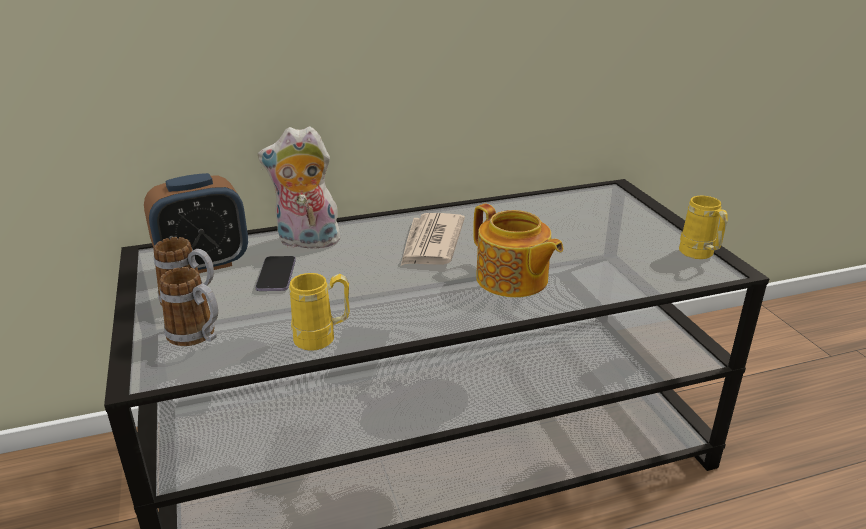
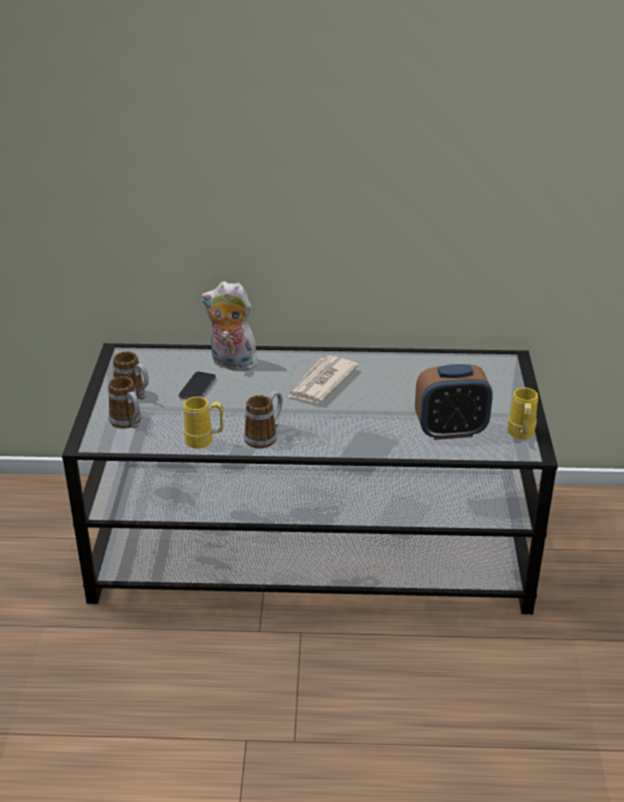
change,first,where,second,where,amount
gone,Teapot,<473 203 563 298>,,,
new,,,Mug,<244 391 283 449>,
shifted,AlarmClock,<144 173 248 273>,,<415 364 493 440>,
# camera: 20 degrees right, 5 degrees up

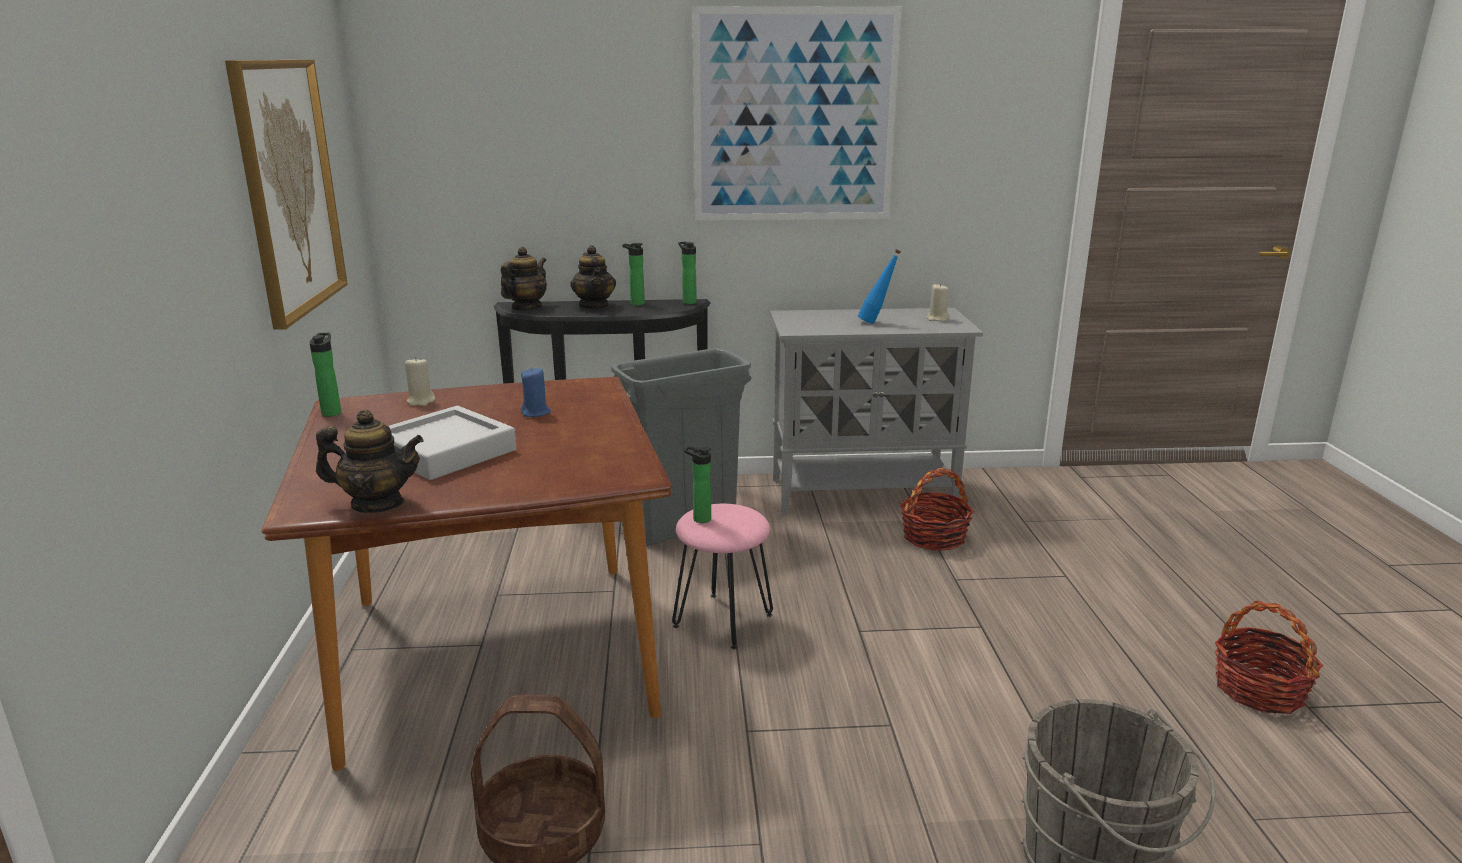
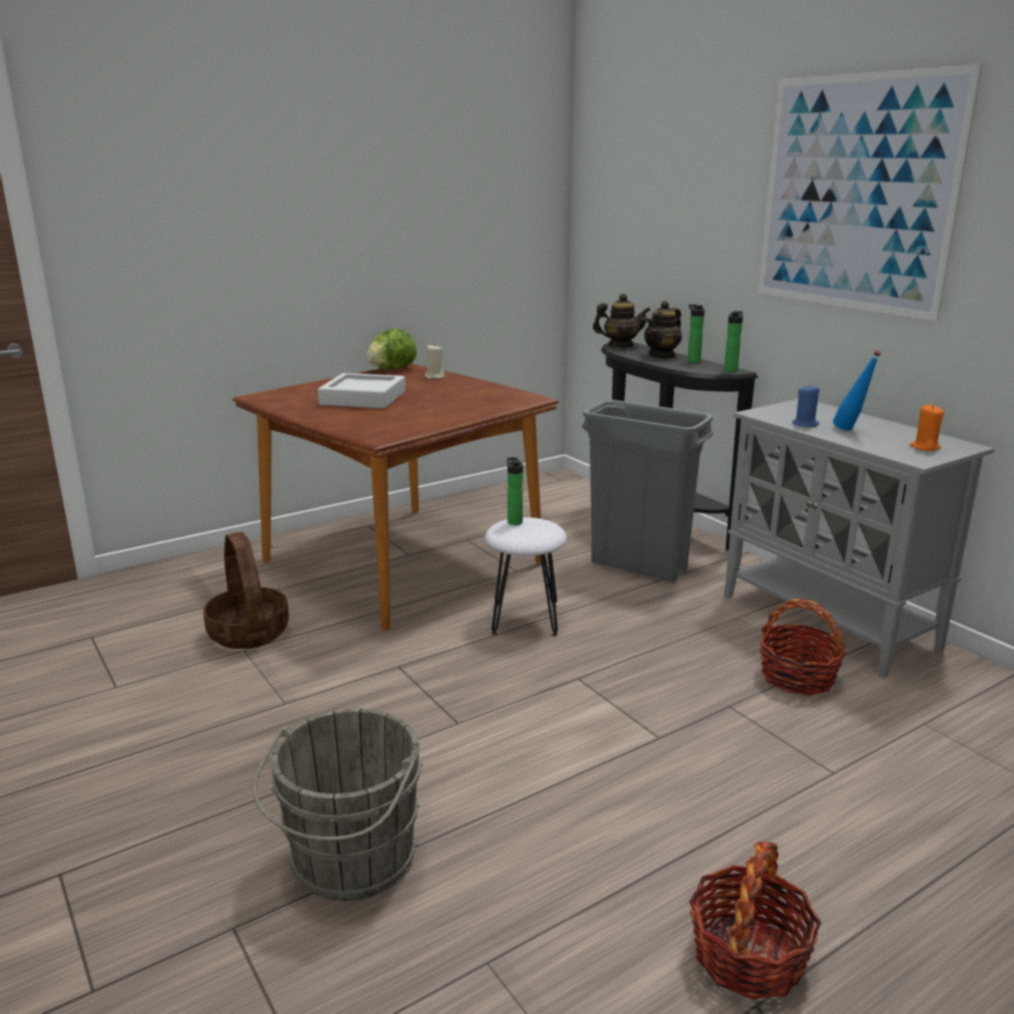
change,first,where,second,where,amount
gone,Picture,<225 60 348 330>,,,
gone,Teapot,<316 409 424 513>,,,
shifted,BlueCandle,<521 367 551 417>,,<792 384 819 427>,
swapped,Bottle,<309 333 341 417>,Lettuce,<367 329 417 369>,
repainted,PinkStool,<672 504 773 649>,WhiteStool,<485 517 567 636>,
repainted,BeigeCandle,<926 283 949 321>,OrangeCandle,<909 404 944 451>,
# camera: 60 degrees right, 0 degrees up

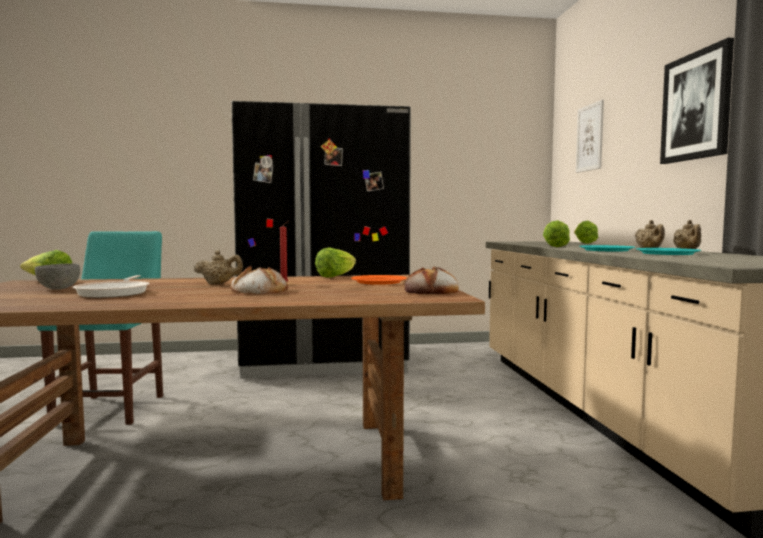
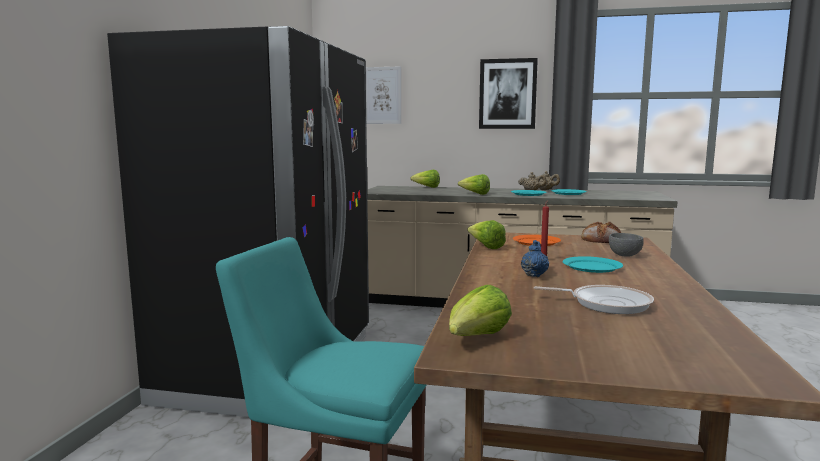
change,first,where,second,where,amount
shifted,GreyBowl,<35 263 80 290>,,<609 233 644 257>,
swapped,Bread,<231 265 288 294>,TurquoisePlate,<563 256 623 273>,
repainted,BeigeTeapot,<194 250 243 284>,BlueTeapot,<521 240 549 277>,
# camera: 70 degrees left, 5 degrees up

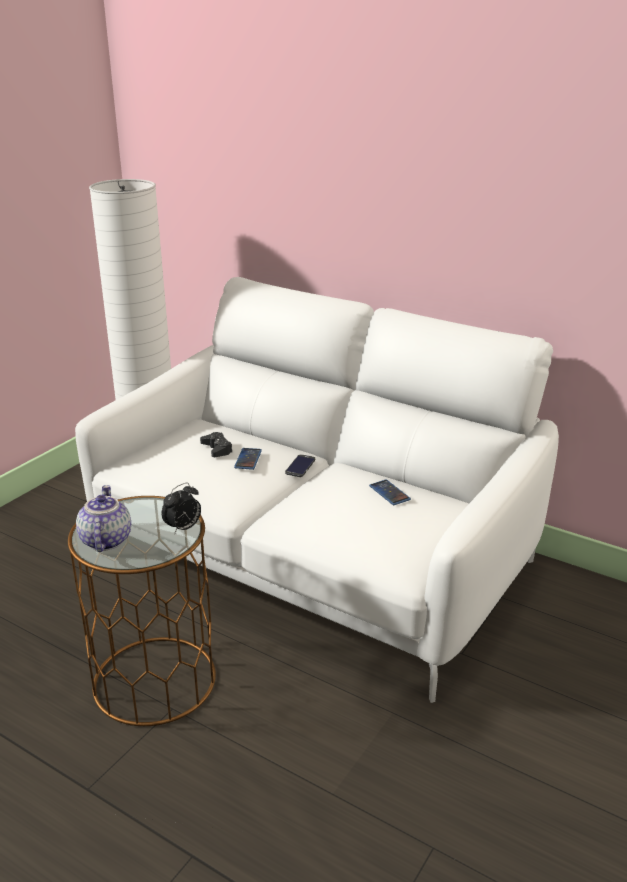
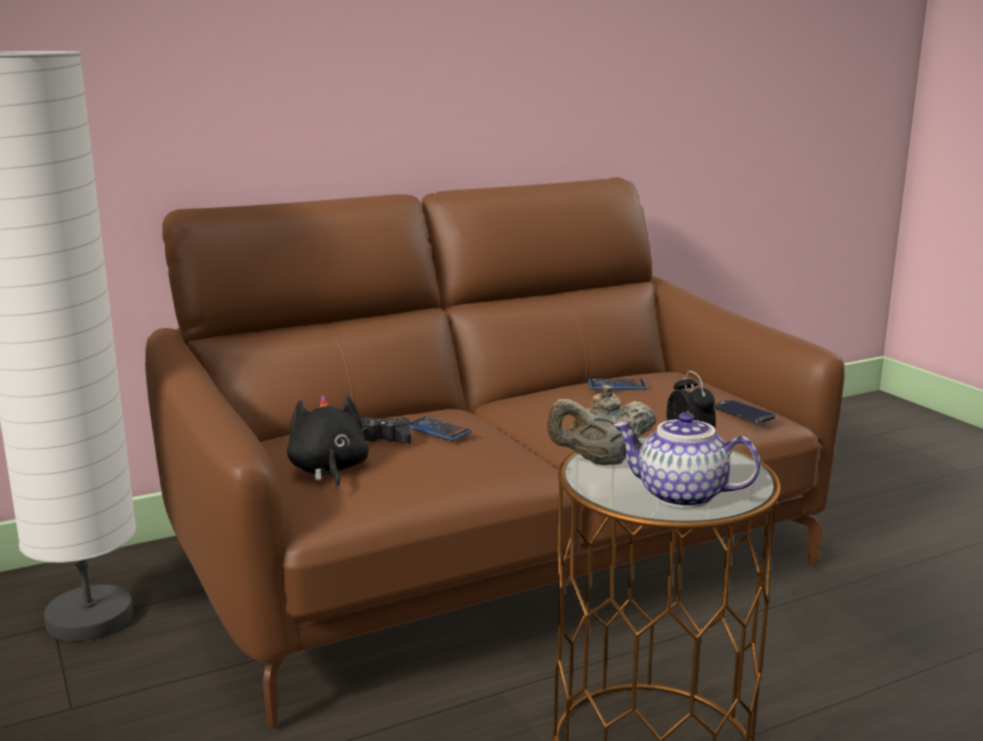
change,first,where,second,where,amount
new,,,BlackPlushToy,<287 396 369 490>,
new,,,BeigeTeapot,<547 385 656 465>,
shifted,Phone,<285 454 315 477>,,<713 399 775 423>,
repainted,WhiteSofa,<75 277 559 703>,BrownSofa,<145 177 844 728>,
# camera: 60 degrees left, 10 degrees down

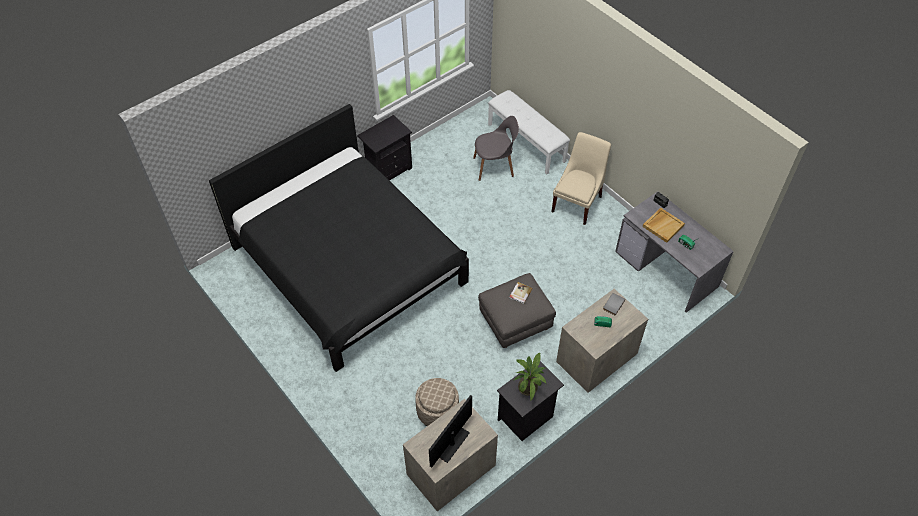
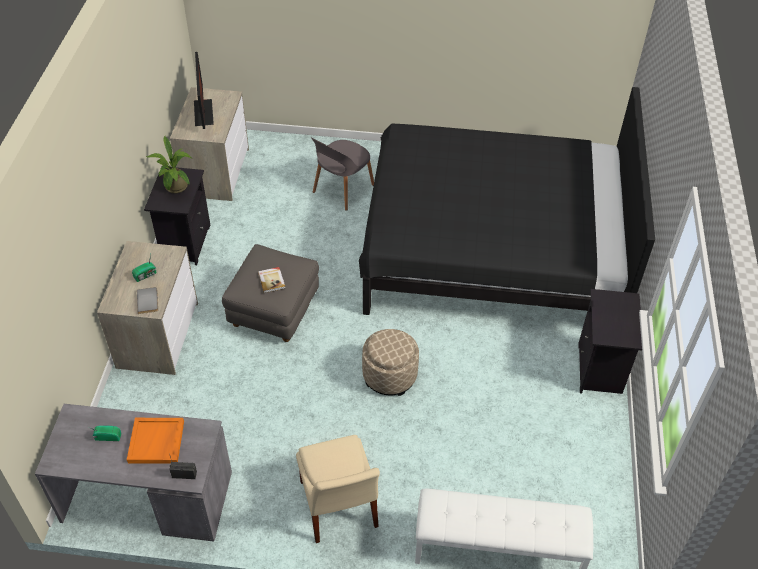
change,first,where,second,where,amount
shifted,BeigeOttoman,<415 378 459 426>,,<362 329 419 396>,
shifted,GreyChair,<473 116 519 181>,,<311 137 374 211>,
repainted,BeigeTray,<642 208 685 243>,OrangeTray,<127 418 184 464>,
# camera: 135 degrees right, 5 degrees down

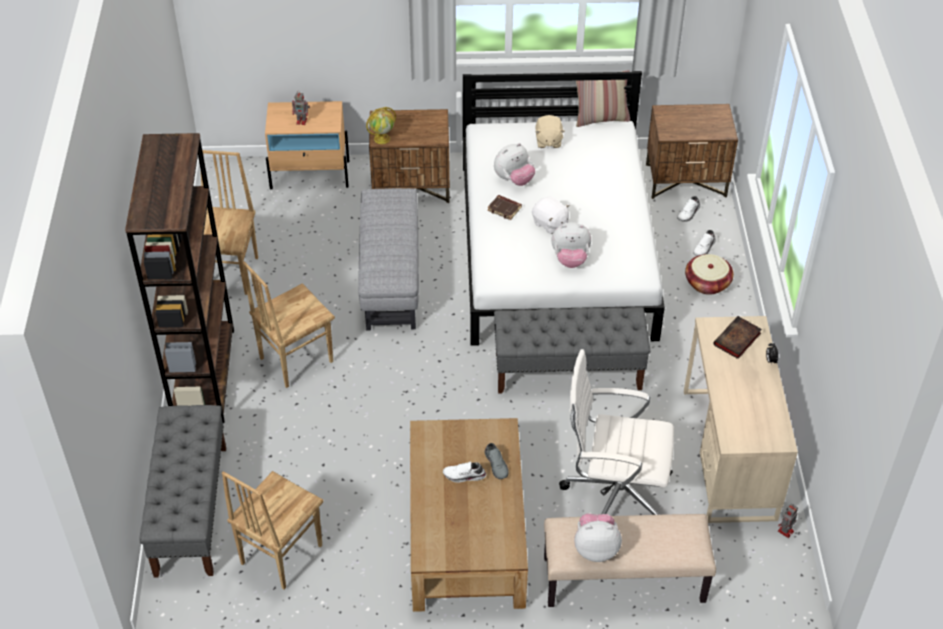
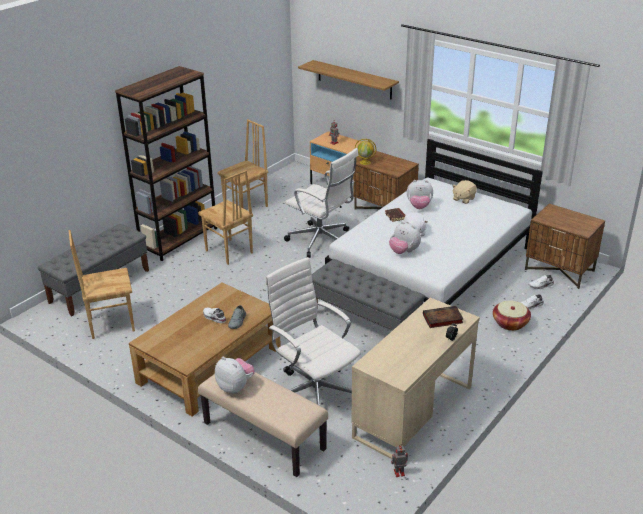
change,first,where,second,where,amount
gone,Pillow,<576 70 630 127>,,,
new,,,Shelf,<298 60 399 99>,
swapped,GreyOttoman,<358 188 419 330>,WhiteOfficeChair,<284 148 358 258>,
rotated,BrownChair,<243 261 335 388>,,<198 170 253 265>,135 degrees counterclockwise
# camera: 40 degrees right, 15 degrees down

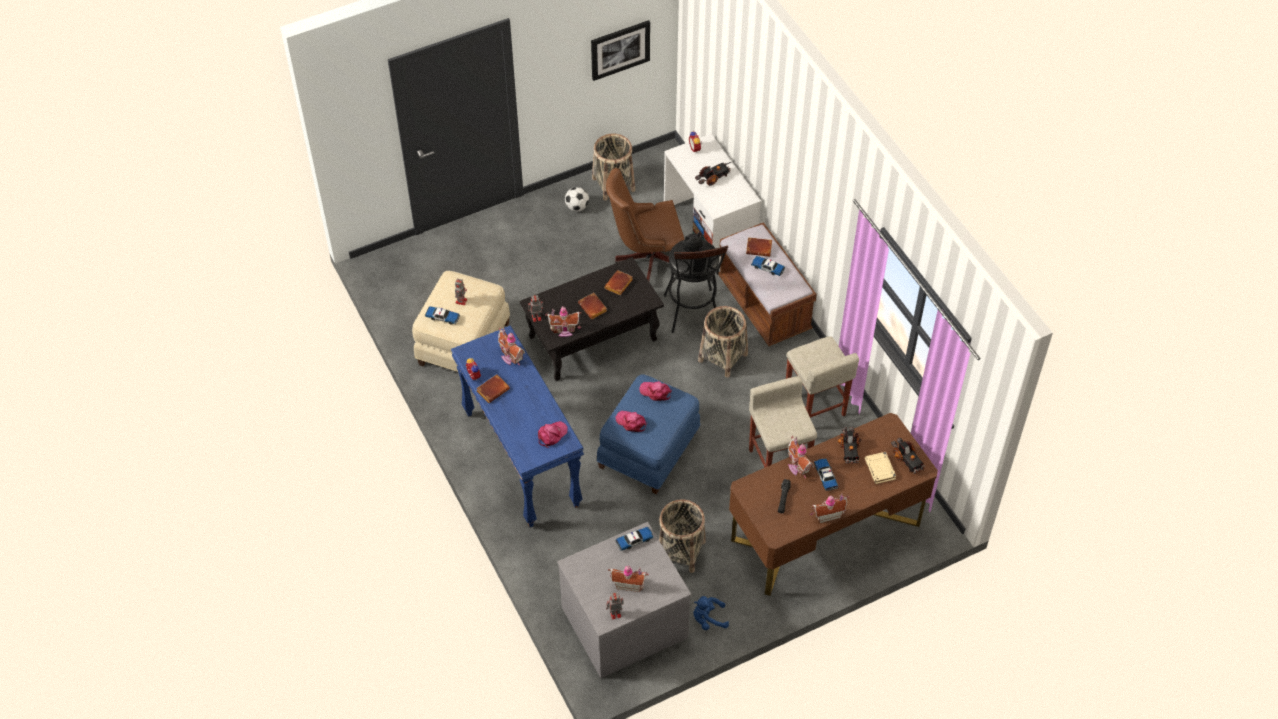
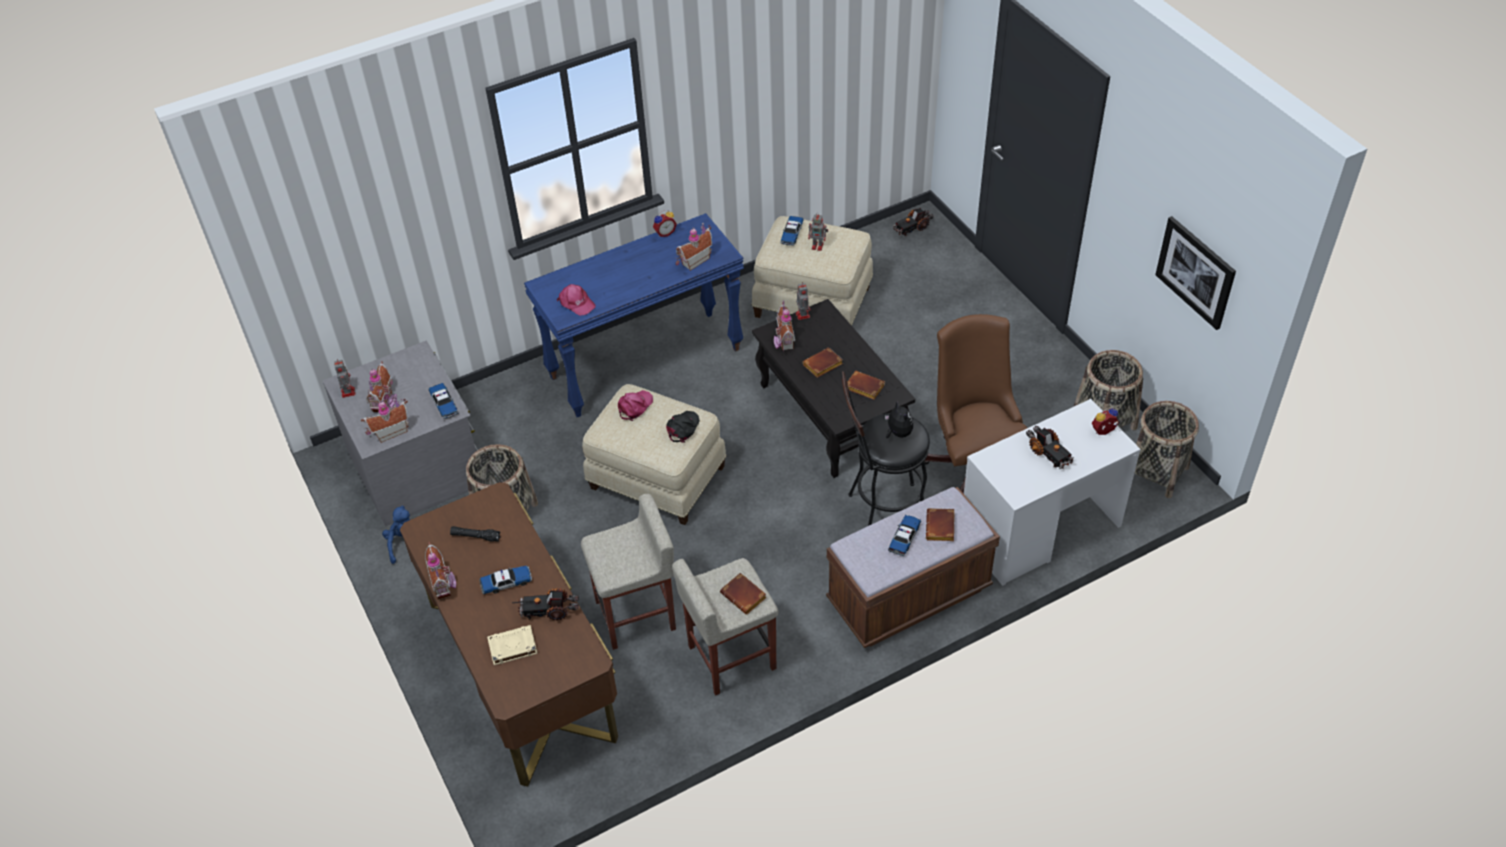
change,first,where,second,where,amount
gone,Football,<565 187 589 211>,,,
shifted,BrownBook,<476 374 510 403>,,<720 573 767 615>,
shifted,Basket,<698 306 748 378>,,<1134 401 1199 498>,
shifted,ToyHouse,<788 436 814 478>,,<361 397 409 443>,
shifted,ToyTruck,<891 438 925 474>,,<893 208 934 236>,
repainted,BlueOttoman,<597 375 700 494>,BeigeOttoman,<582 384 727 525>,
repainted,PinkCap,<639 381 672 401>,BlackCap,<666 411 700 443>,
# camera: 90 degrees right, 5 degrees down

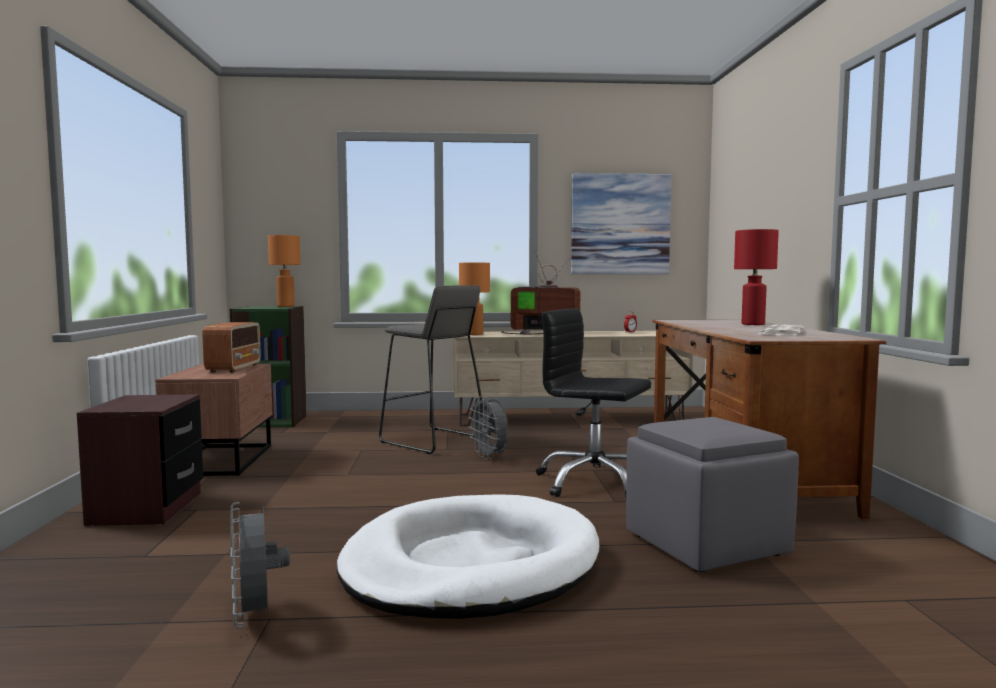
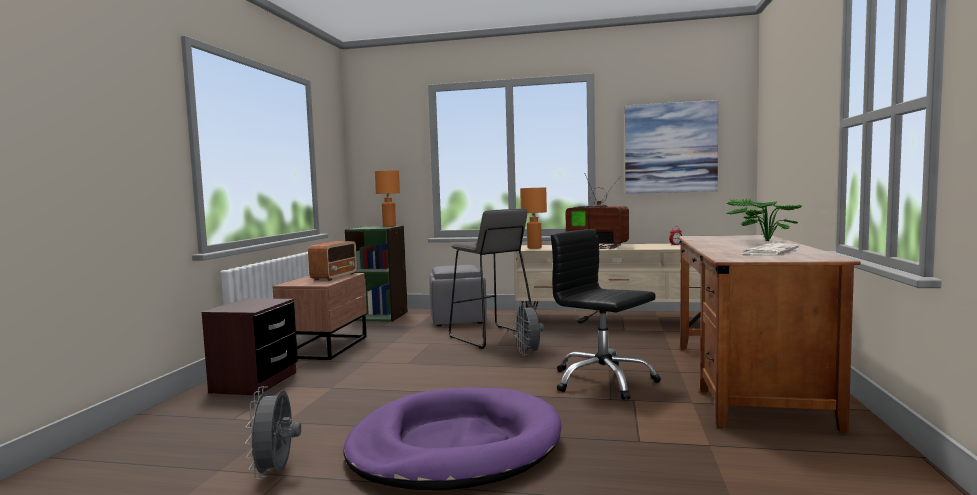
change,first,where,second,where,amount
shifted,GreyOttoman,<626 417 799 572>,,<429 265 487 326>,
swapped,RedTableLamp,<734 229 779 325>,PottedPlant,<726 198 802 241>,
repainted,WhiteDogBed,<337 495 599 619>,PurpleDogBed,<344 388 562 491>,
# camera: 15 degrees right, 0 degrees up

